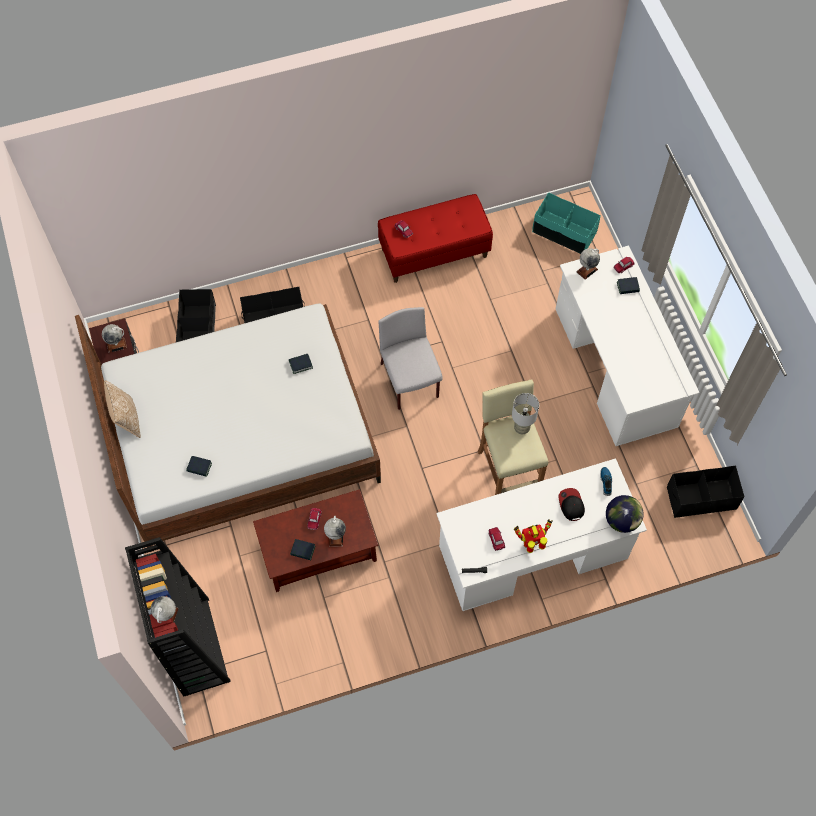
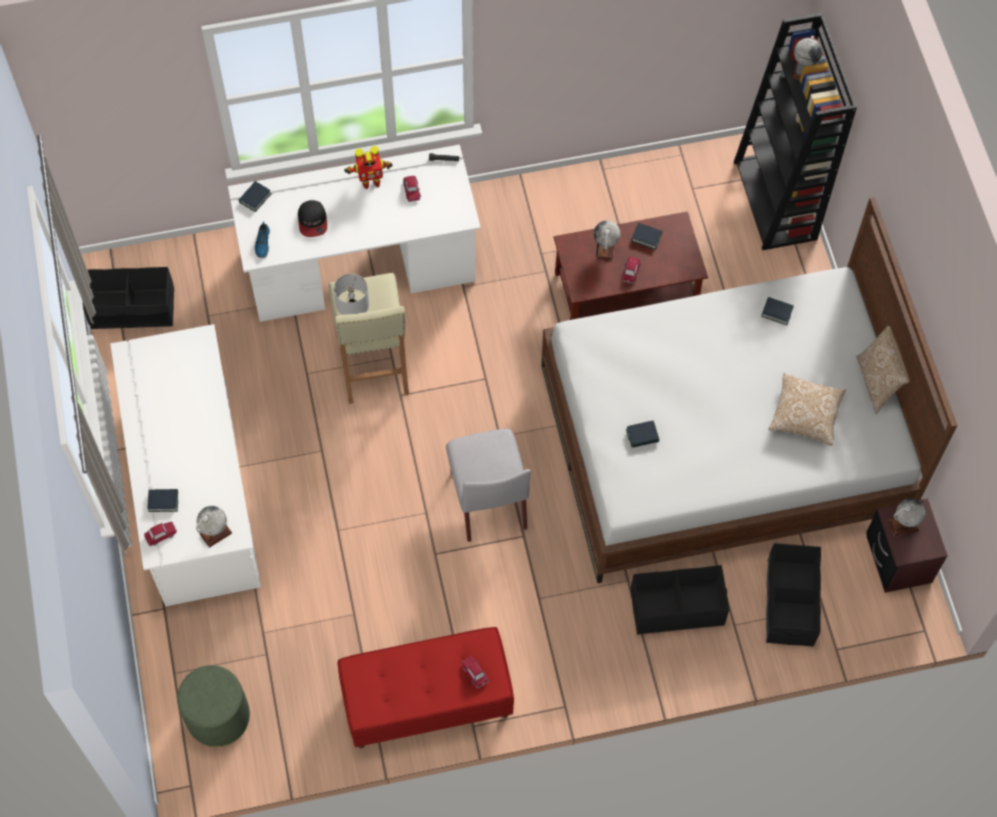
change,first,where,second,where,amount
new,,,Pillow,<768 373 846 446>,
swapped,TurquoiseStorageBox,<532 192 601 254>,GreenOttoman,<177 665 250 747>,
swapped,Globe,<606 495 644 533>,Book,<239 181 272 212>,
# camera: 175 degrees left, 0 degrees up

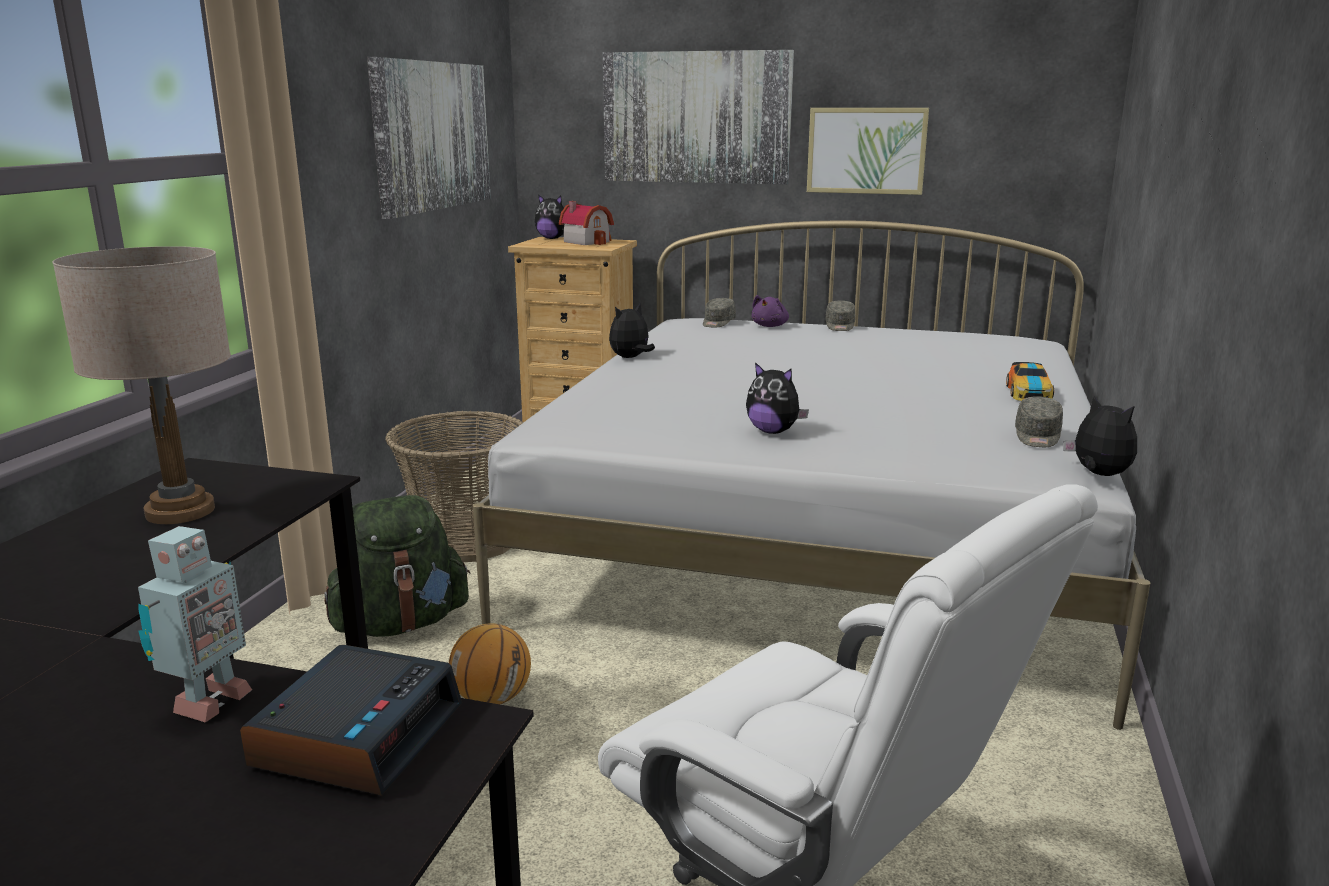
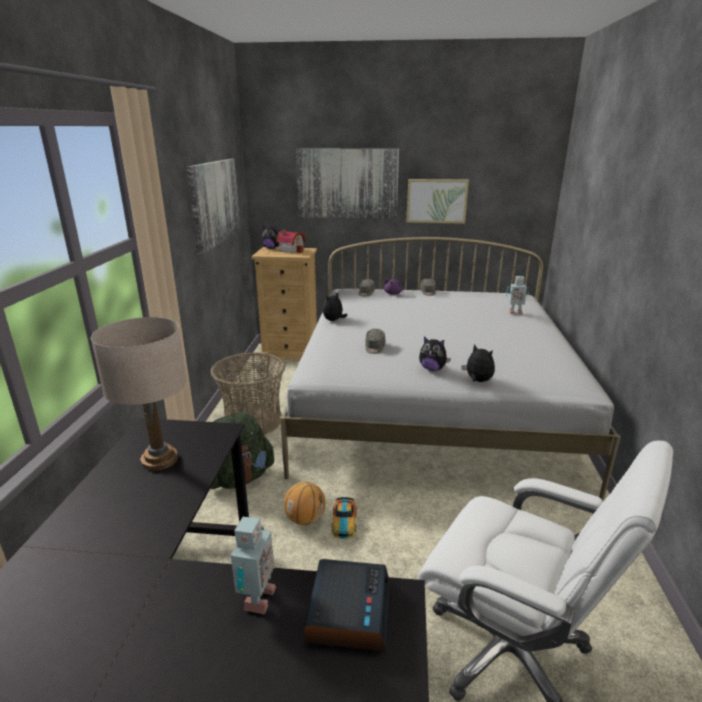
change,first,where,second,where,amount
new,,,ToyRobot,<506 276 529 315>,
shifted,ToyCar,<1006 362 1054 401>,,<331 497 357 539>,
shifted,GreyCap,<1015 396 1063 447>,,<365 329 385 354>,
shifted,PlushToy,<1064 396 1137 476>,,<461 344 495 382>,
# camera: 10 degrees left, 5 degrees up

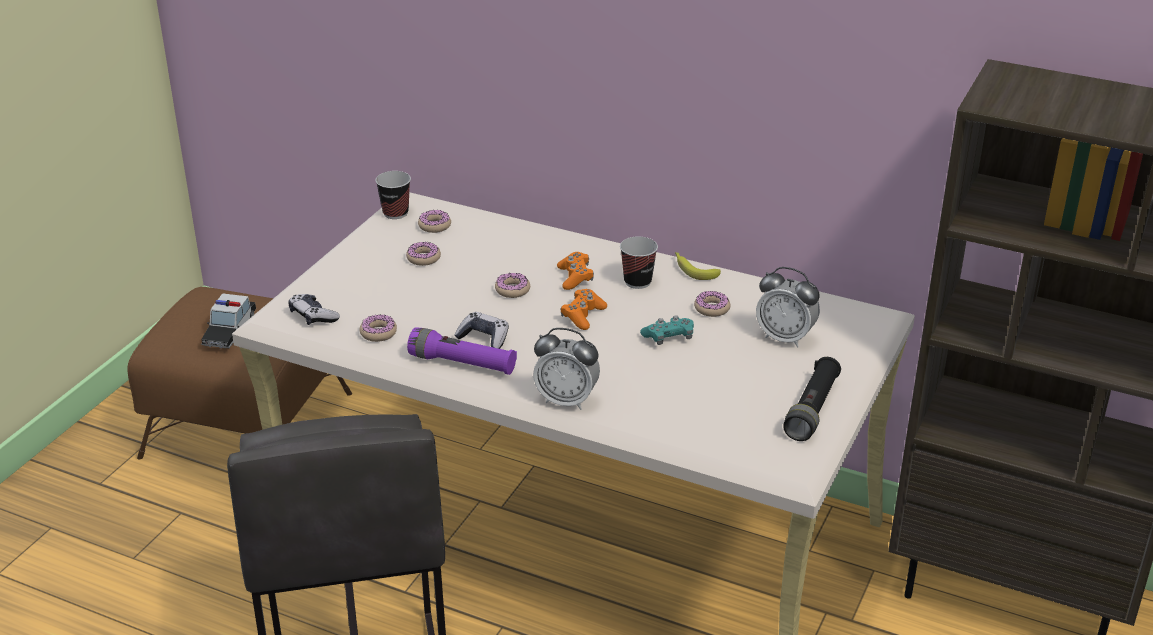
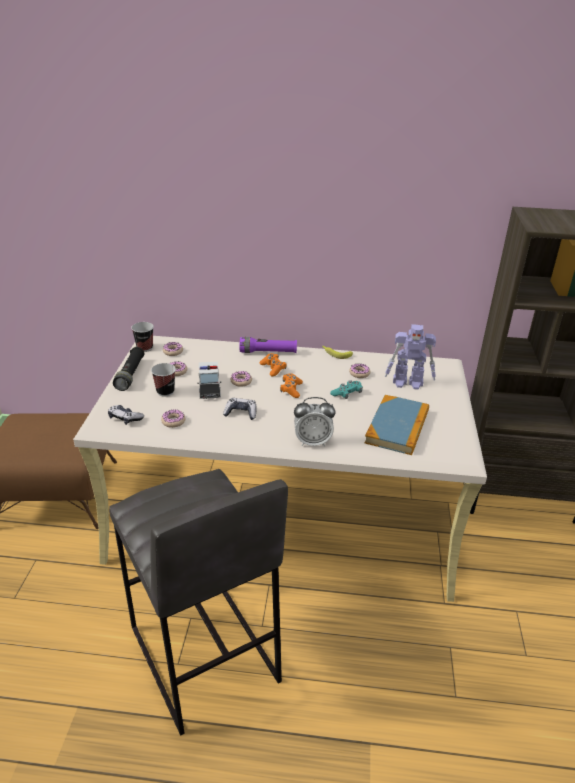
change,first,where,second,where,amount
new,,,Book,<364 395 429 455>,
shifted,ToyCar,<201 293 256 348>,,<198 362 221 399>,
shifted,PurpleFlashlight,<407 327 517 375>,,<240 337 297 353>,
shifted,Cup,<620 236 658 289>,,<151 363 176 397>,
shifted,BlackFlashlight,<783 357 841 441>,,<113 347 145 391>,
swapped,AlarmClock,<756 267 820 347>,ToyRobot,<385 324 436 390>,
# camera: 20 degrees left, 0 degrees up

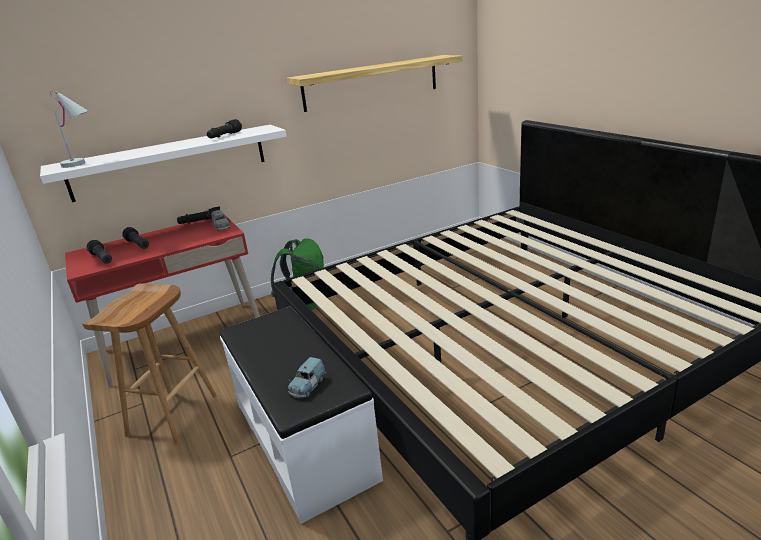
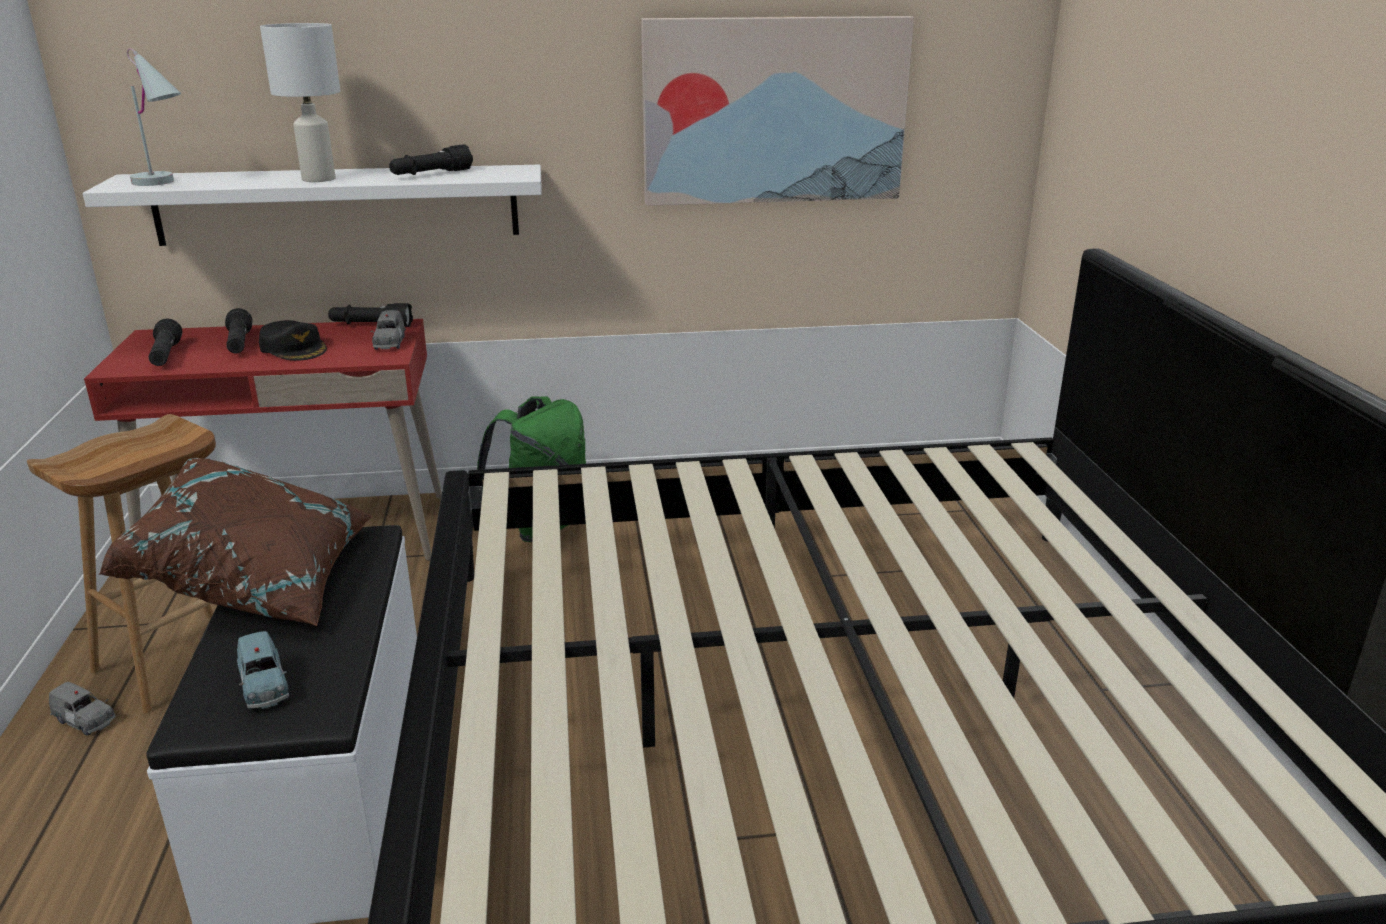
change,first,where,second,where,amount
new,,,GreyToyCar,<49 682 115 735>,
new,,,BrownPillow,<99 458 374 626>,
new,,,BlackCap,<259 320 327 361>,
new,,,WhiteTableLamp,<260 23 341 182>,
swapped,Shelf,<287 55 462 112>,Picture,<641 16 914 206>,
rotated,BlueToyCar,<288 357 326 398>,,<237 631 289 710>,75 degrees counterclockwise
# camera: 20 degrees right, 0 degrees up

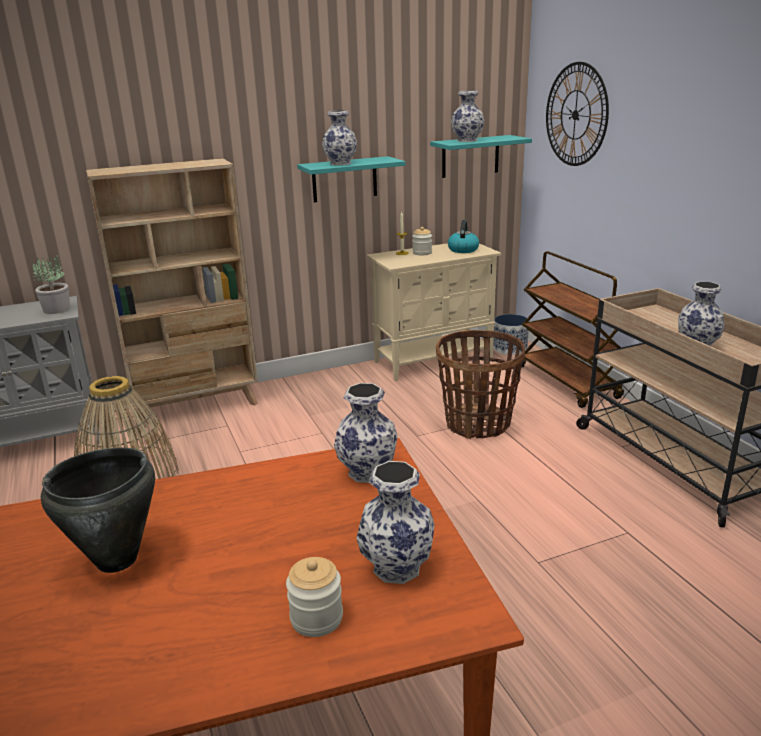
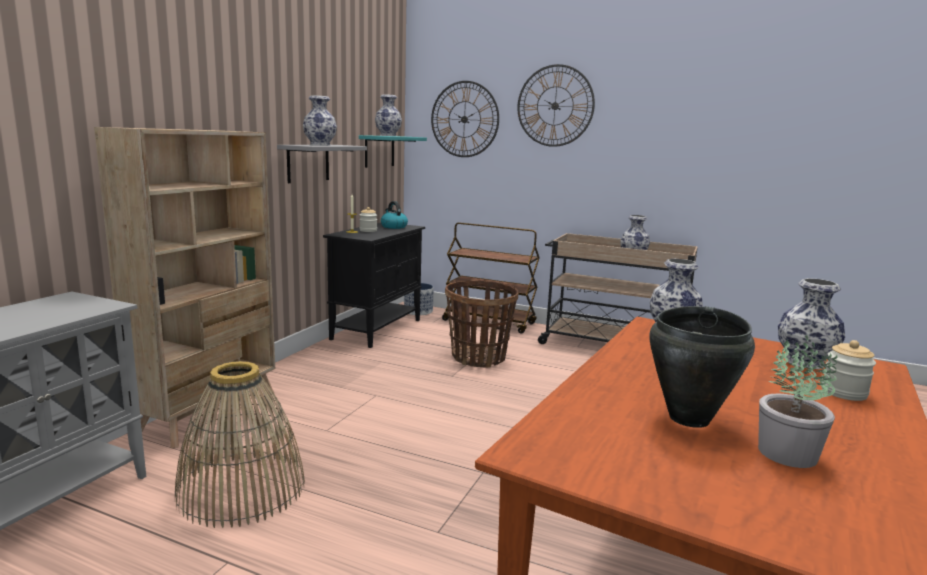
change,first,where,second,where,amount
new,,,WallClock,<517 64 595 147>,
shifted,PottedPlant,<32 255 70 314>,,<758 335 838 468>,
repainted,TurquoiseShelf,<297 156 406 203>,GreyShelf,<277 145 367 183>,
repainted,BeigeCabinet,<366 243 501 381>,BlackCabinet,<323 222 425 348>,
# camera: 45 degrees left, 10 degrees down

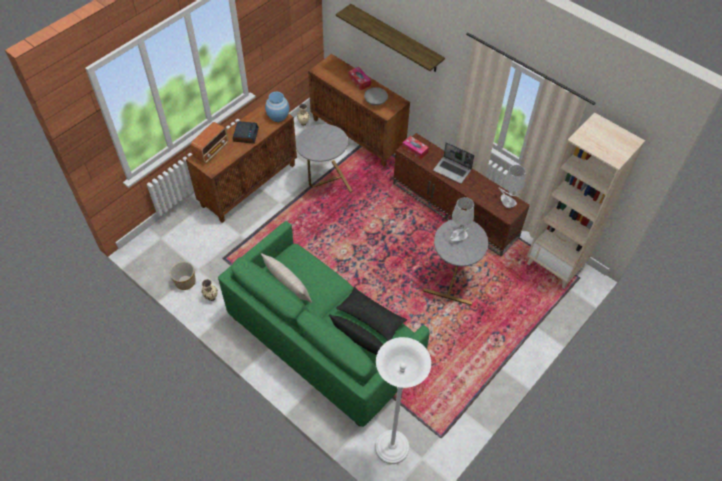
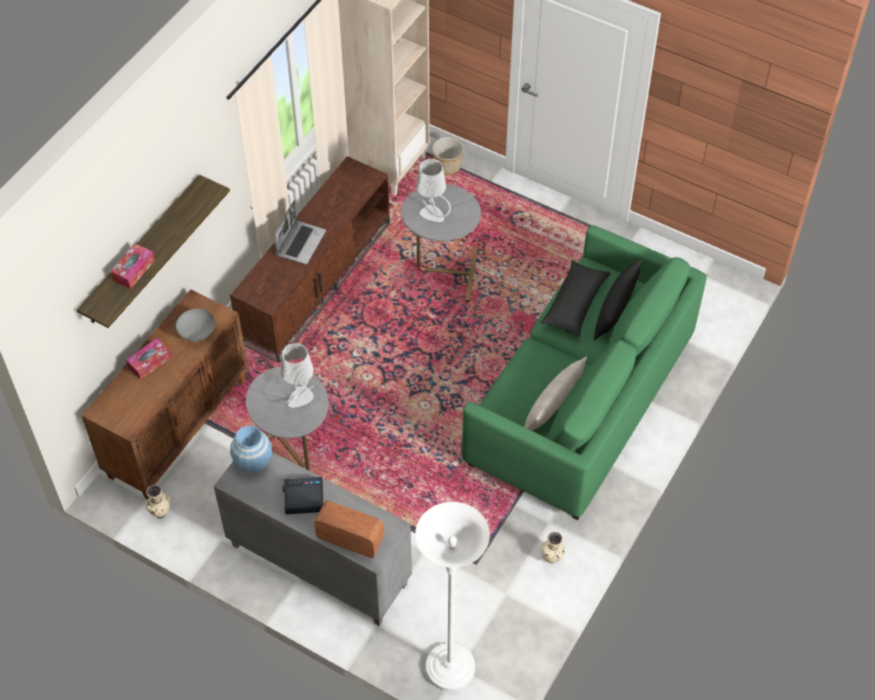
change,first,where,second,where,amount
shifted,Planter,<170 262 196 290>,,<432 137 464 175>,
shifted,WhiteFloorLamp,<375 337 431 464>,,<415 502 490 691>,
shifted,TissueBox,<402 136 429 160>,,<110 243 155 289>,
shifted,GreyTableLamp,<499 165 526 208>,,<281 343 314 408>,
repainted,BrownCabinet,<186 102 297 223>,GreyCabinet,<214 452 412 626>,
# camera: 100 degrees left, 0 degrees up

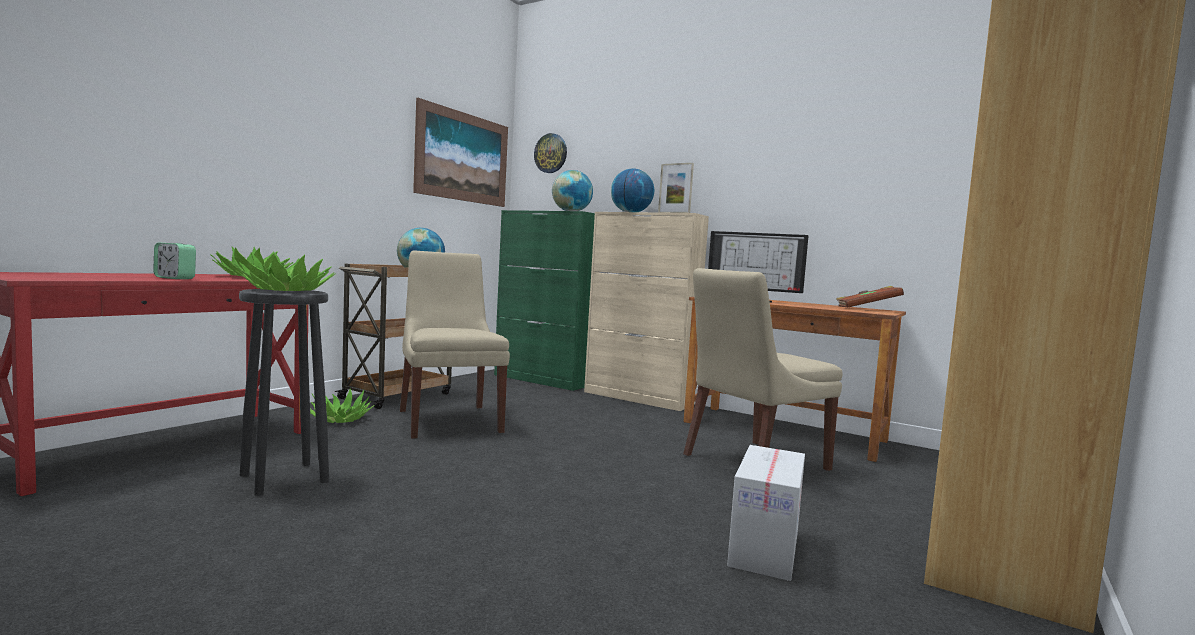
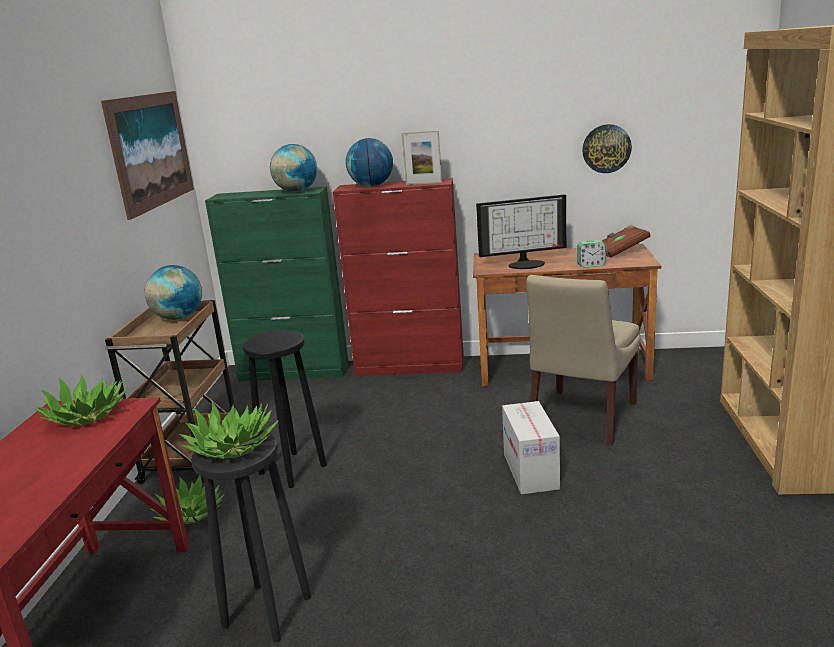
change,first,where,second,where,amount
shifted,AlarmClock,<153 242 196 279>,,<577 240 606 268>,
shifted,WallClock,<534 133 567 173>,,<582 124 632 173>,
shifted,CardboardBox,<727 445 805 581>,,<502 401 560 494>,
swapped,BeigeChair,<400 250 510 439>,BlackStool,<243 330 327 488>,
repainted,BeigeCabinet,<584 212 709 411>,RedCabinet,<333 178 464 376>,
# camera: 25 degrees left, 15 degrees up

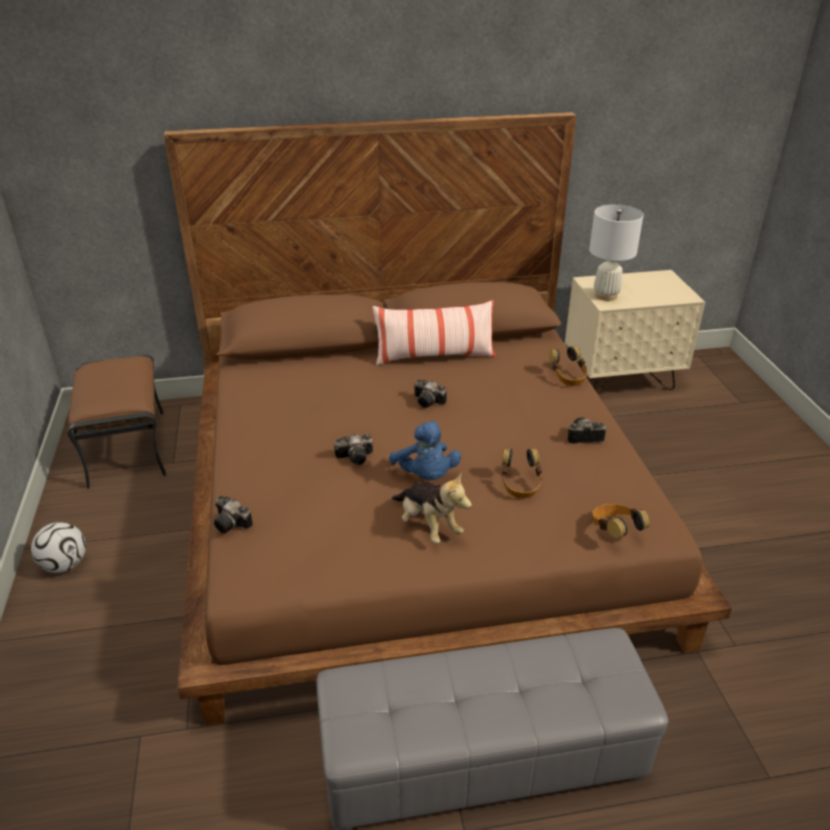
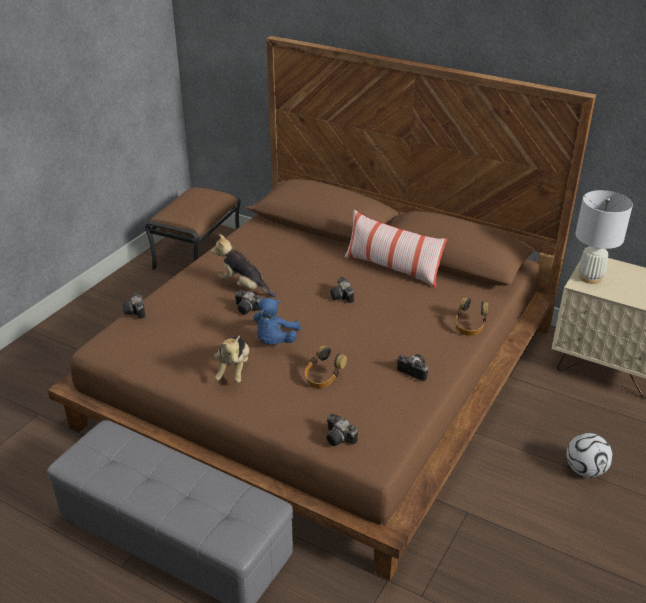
change,first,where,second,where,amount
new,,,PlushToy,<211 234 277 297>,
shifted,Football,<31 522 86 573>,,<566 433 613 478>,
swapped,Headphones,<592 504 650 538>,PhotoCamera,<326 414 358 446>,
# camera: 40 degrees right, 0 degrees up

